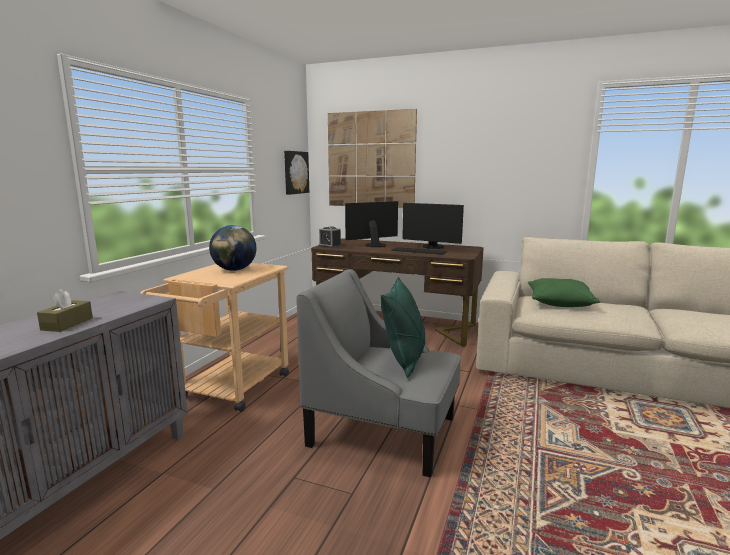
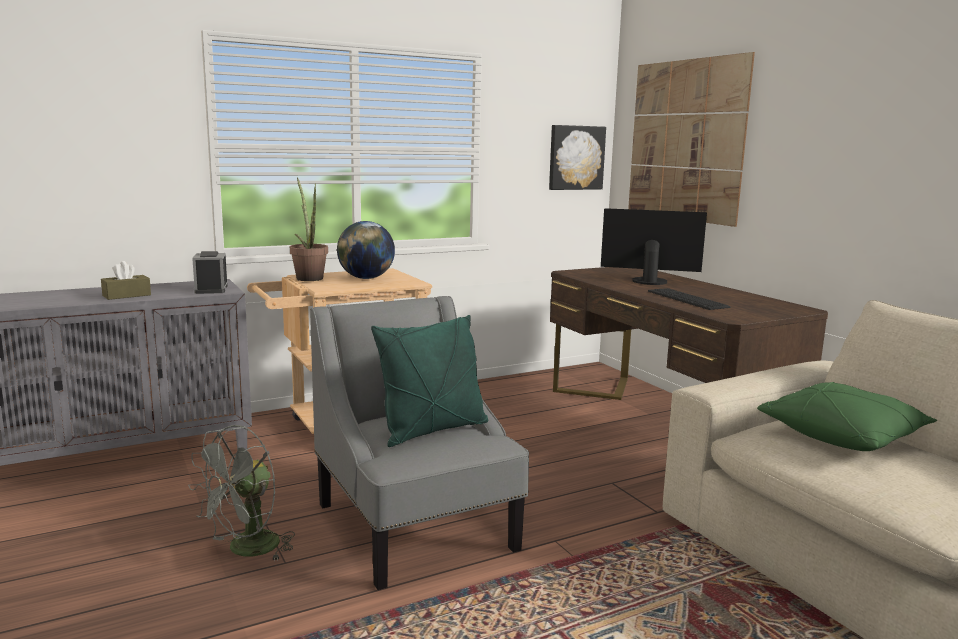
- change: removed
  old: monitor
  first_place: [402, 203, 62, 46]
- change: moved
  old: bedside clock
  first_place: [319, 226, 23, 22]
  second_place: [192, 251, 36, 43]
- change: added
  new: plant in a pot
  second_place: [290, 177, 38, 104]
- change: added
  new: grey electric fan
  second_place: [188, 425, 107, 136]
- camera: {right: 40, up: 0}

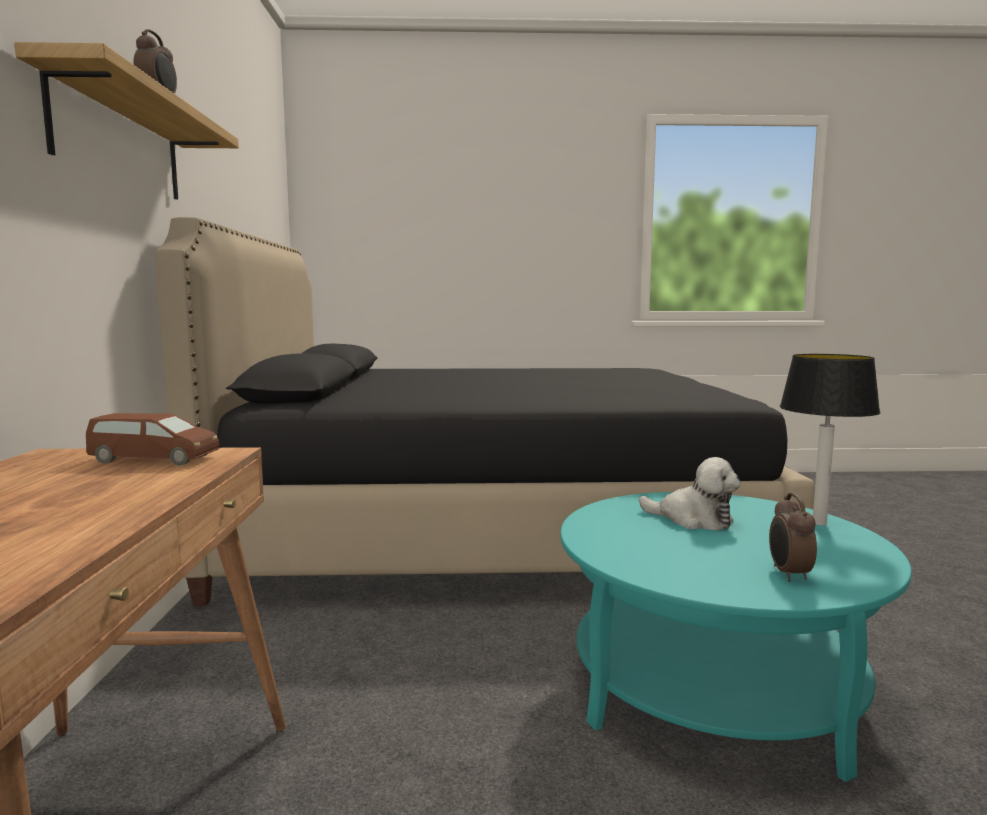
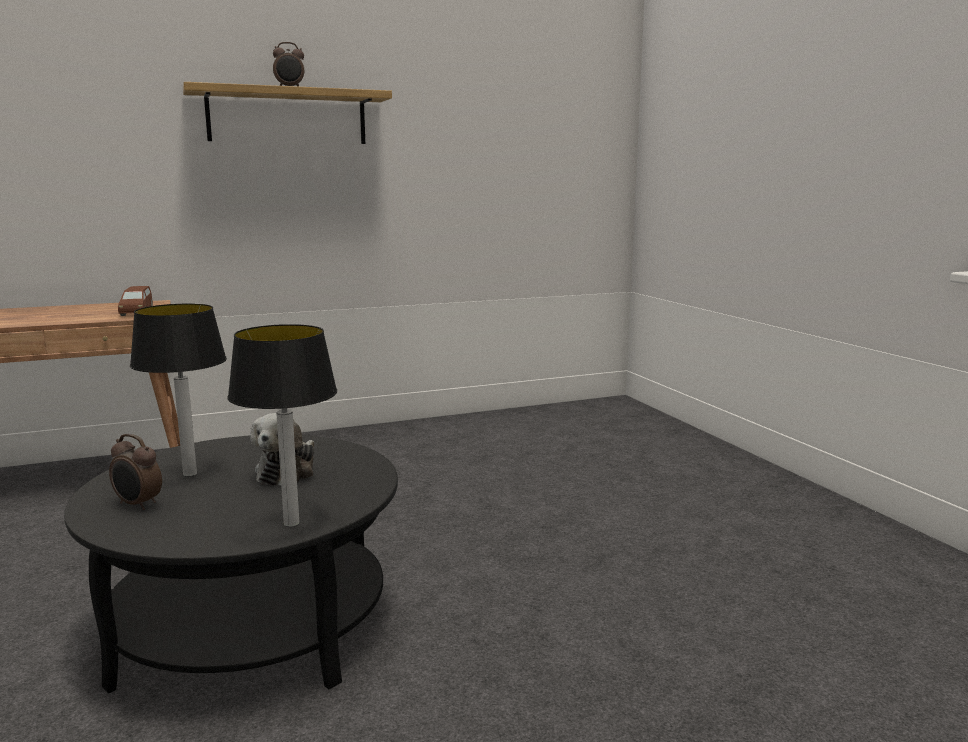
- change: removed
  old: blackish sleeping bed
  first_place: [155, 217, 660, 390]
- change: recoloured
  old: turquoise lounge table
  new: blackish lounge table
  first_place: [560, 492, 352, 290]
  second_place: [64, 435, 334, 258]
- change: turned
  old: bedside clock
  first_place: [769, 493, 48, 89]
  second_place: [109, 434, 53, 76]
  degrees: -135
- change: added
  new: table lamp
  second_place: [130, 304, 97, 172]
- camera: {right: 70, up: 5}

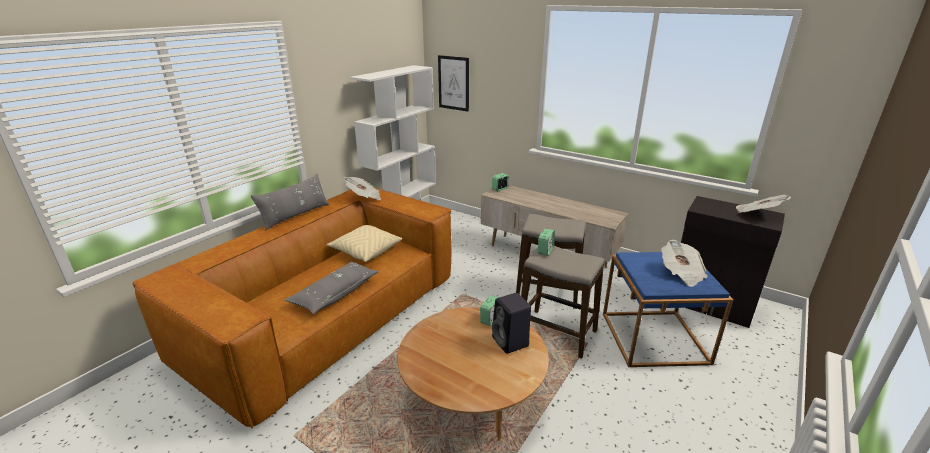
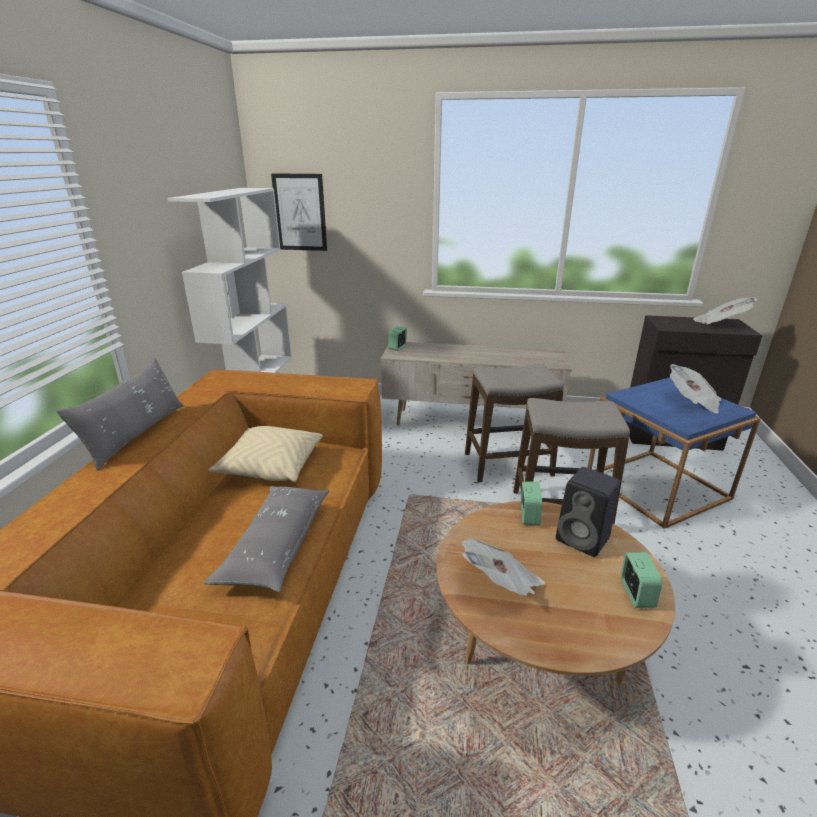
- change: moved
  old: daily paper
  first_place: [344, 177, 37, 23]
  second_place: [462, 538, 83, 59]
- change: moved
  old: bedside clock
  first_place: [538, 229, 17, 26]
  second_place: [621, 552, 41, 56]
- camera: {right: -25, up: 0}

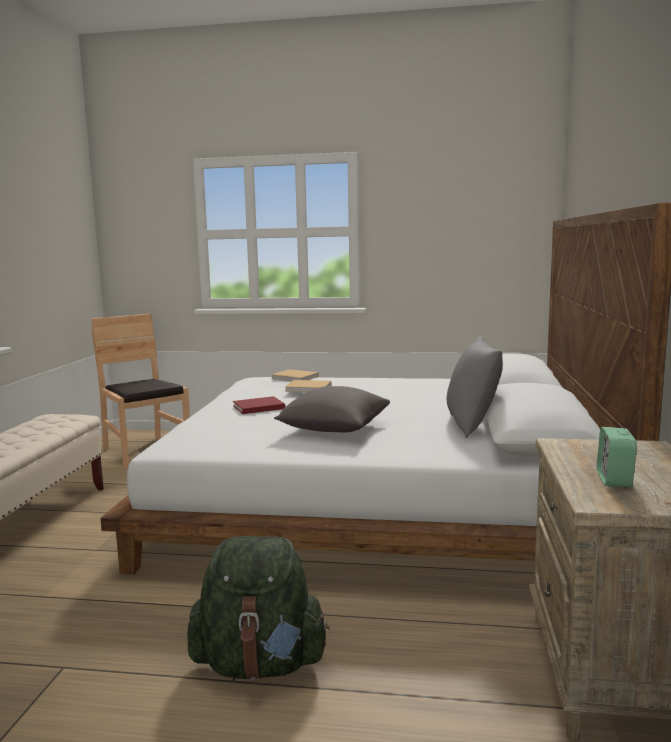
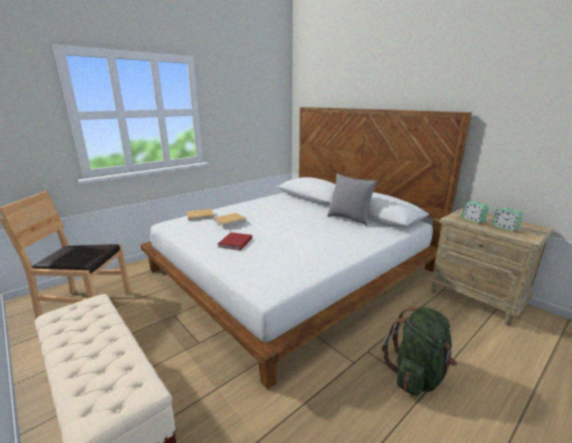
- change: removed
  old: grey pillow
  first_place: [274, 386, 116, 46]
- change: added
  new: bedside clock
  second_place: [462, 201, 27, 22]
- camera: {right: -50, up: 10}

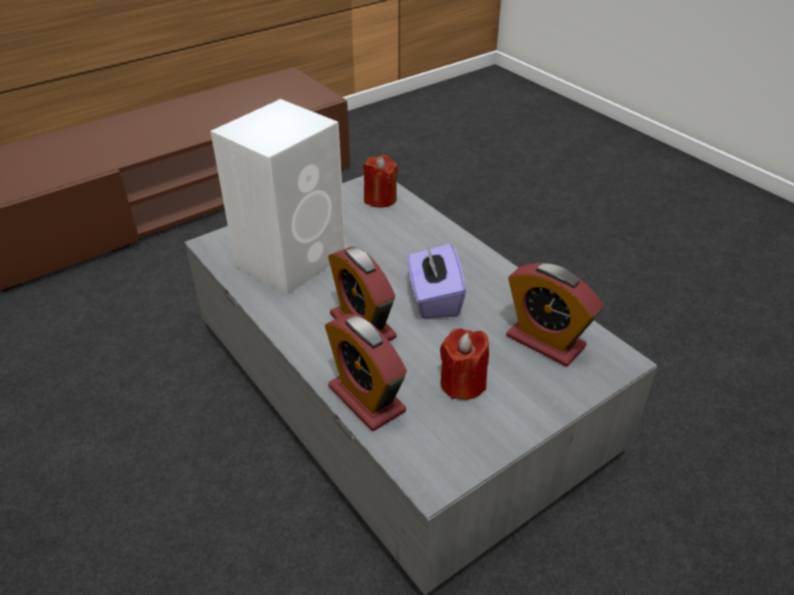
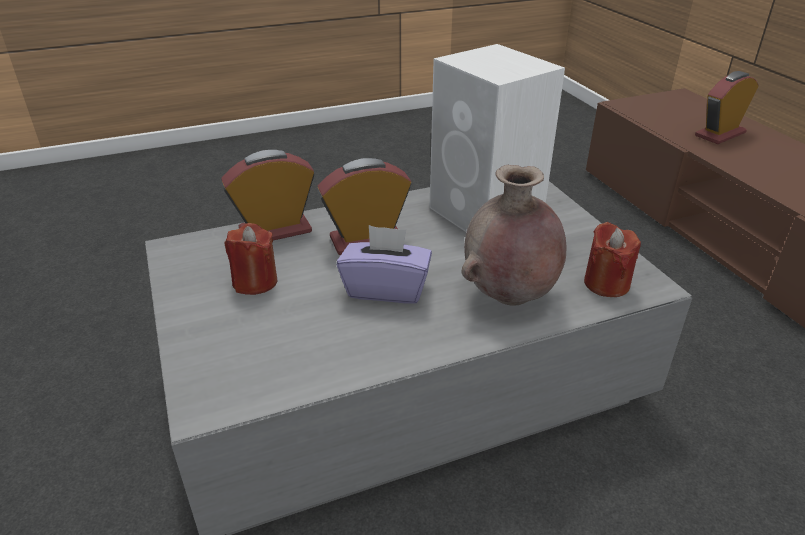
- change: moved
  old: bedside clock
  first_place: [506, 263, 97, 104]
  second_place: [695, 71, 64, 73]
- change: added
  new: brown-coloured vase
  second_place: [462, 164, 105, 142]
- camera: {right: 105, up: -5}

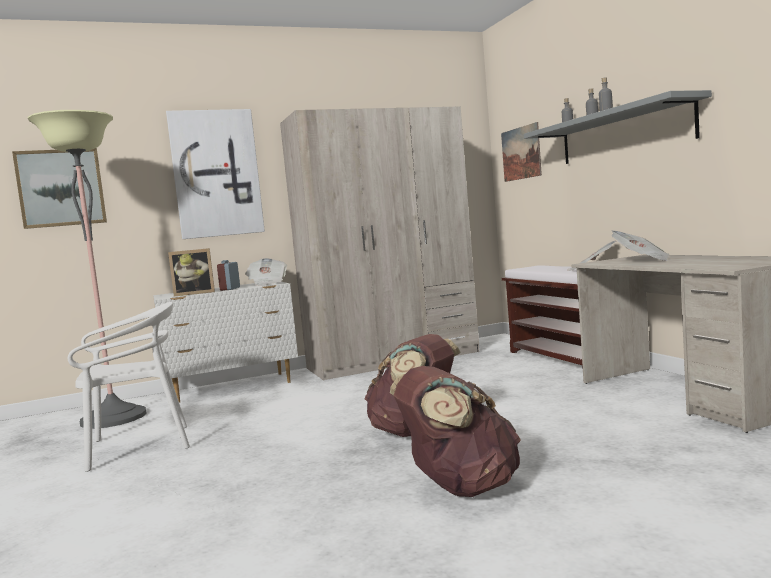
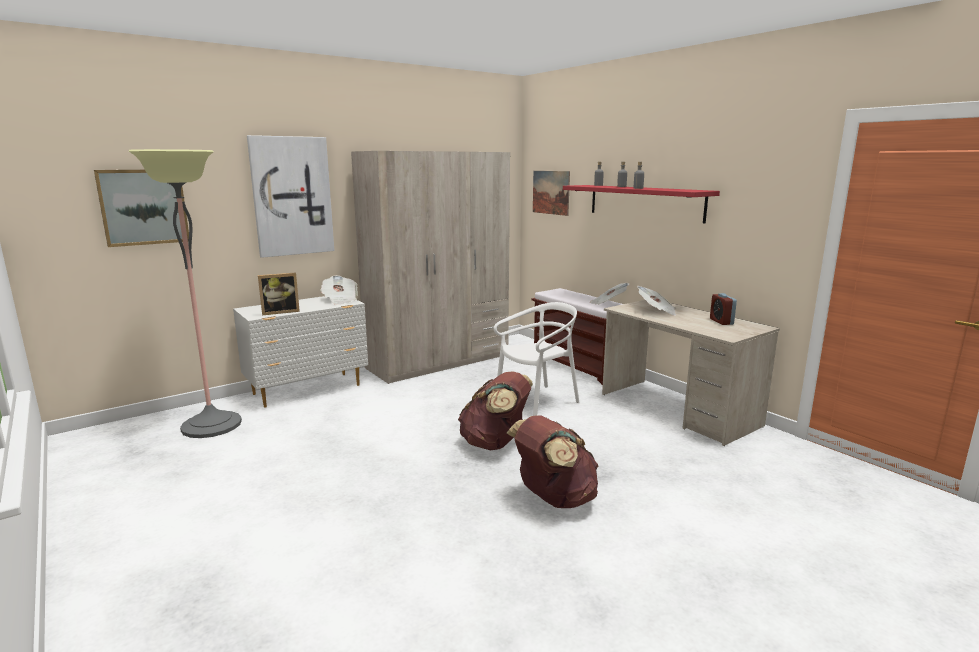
- change: recoloured
  old: grey shelf
  new: red shelf
  first_place: [524, 90, 188, 74]
  second_place: [563, 185, 157, 38]
- change: moved
  old: bedside clock
  first_place: [217, 260, 23, 31]
  second_place: [710, 293, 27, 32]
- change: moved
  old: whitish plain chair
  first_place: [68, 302, 122, 170]
  second_place: [494, 302, 85, 114]
- camera: {right: -15, up: 10}

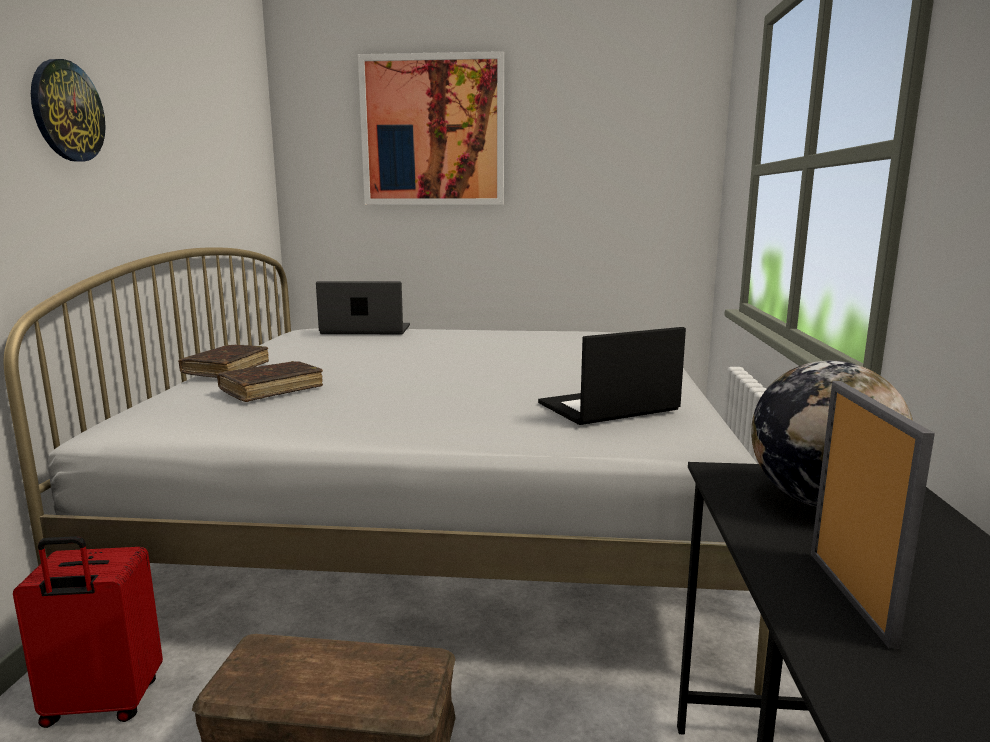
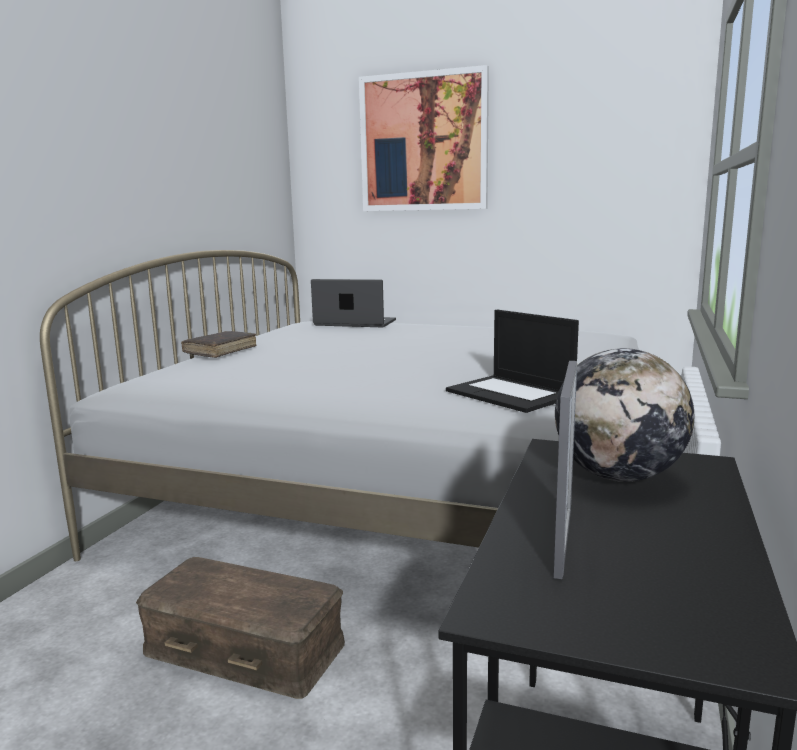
- change: removed
  old: hanging clock
  first_place: [31, 59, 75, 103]
- change: turned
  old: laptop
  first_place: [538, 327, 148, 98]
  second_place: [446, 310, 133, 103]
  degrees: -120
- change: removed
  old: brown-coloured volume
  first_place: [217, 361, 106, 41]
- change: removed
  old: red piece of luggage
  first_place: [13, 536, 150, 192]
- camera: {right: 15, up: 0}

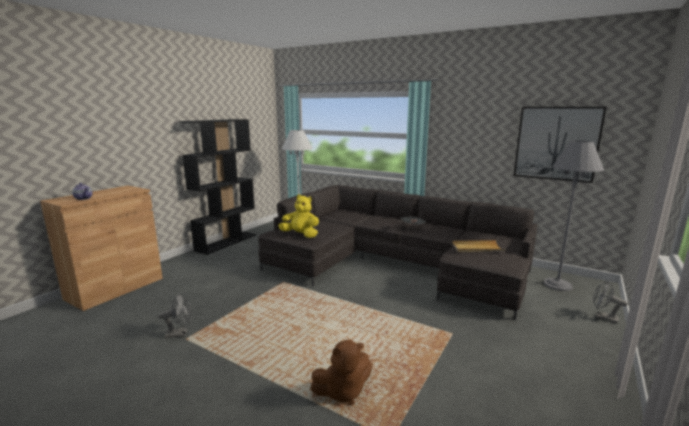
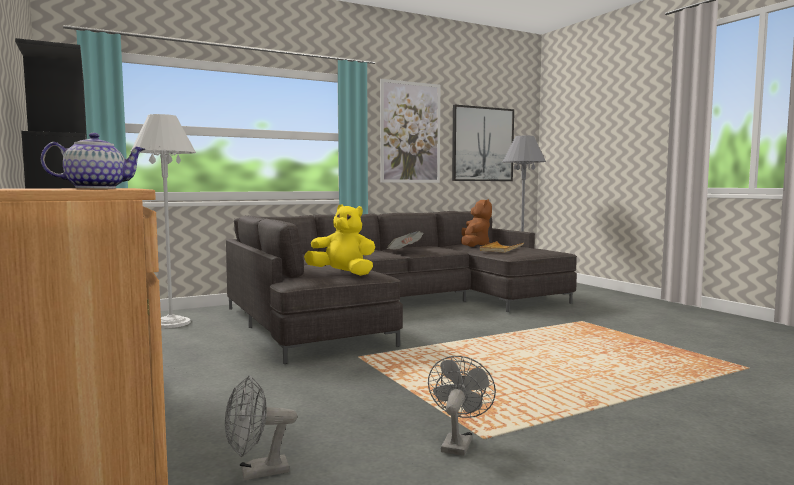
- change: turned
  old: yellow cuddly toy
  first_place: [278, 194, 41, 44]
  second_place: [304, 204, 71, 72]
  degrees: 60
- change: moved
  old: grey electric fan
  first_place: [593, 281, 35, 43]
  second_place: [225, 375, 72, 105]
- change: moved
  old: brown-coloured cuddly toy
  first_place: [310, 340, 62, 65]
  second_place: [461, 199, 31, 48]
- change: added
  new: wall art
  second_place: [380, 79, 60, 104]
- camera: {right: -60, up: -10}

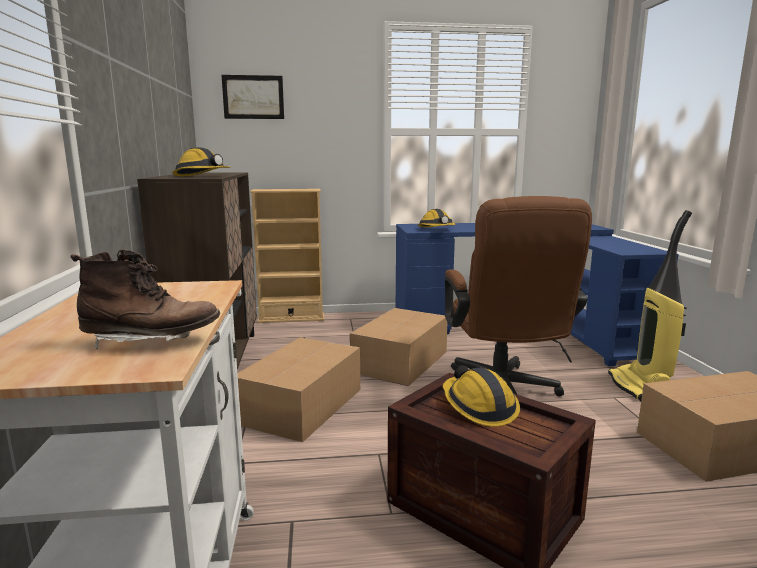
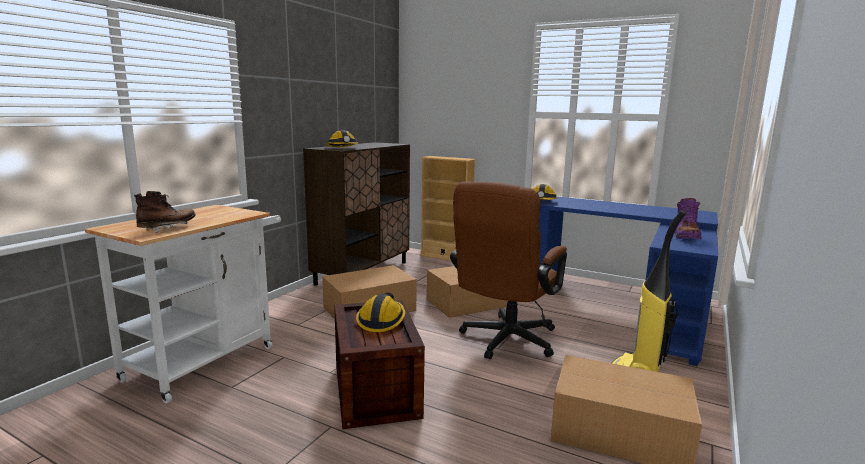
- change: removed
  old: wall art
  first_place: [222, 75, 62, 44]
- change: turned
  old: brown-coloured tall boot
  first_place: [71, 249, 149, 101]
  second_place: [134, 191, 61, 42]
  degrees: -90
- change: added
  new: purple tall boot
  second_place: [675, 198, 26, 42]
- camera: {right: 35, up: 0}

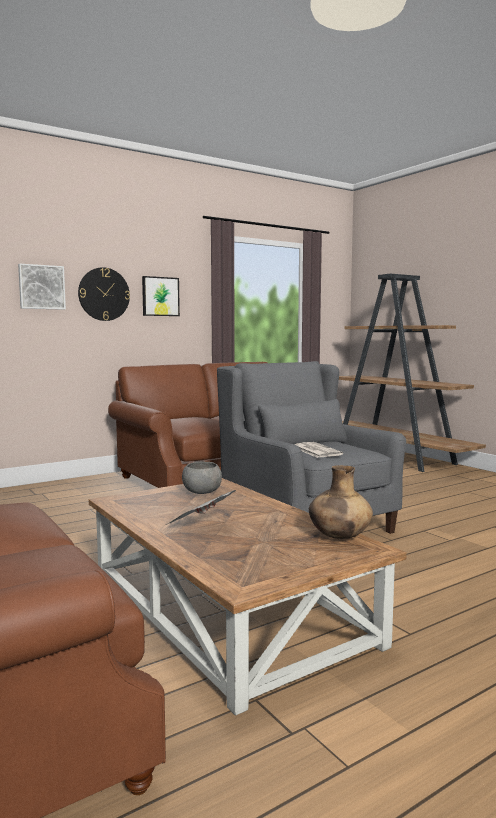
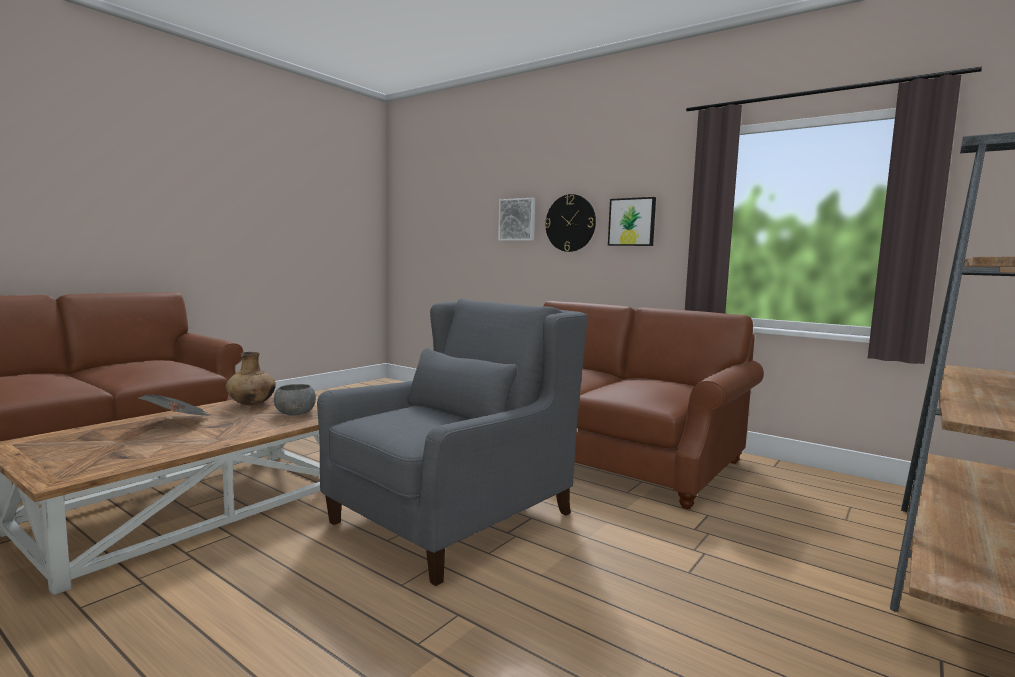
- change: removed
  old: daily paper
  first_place: [295, 442, 48, 16]
- change: moved
  old: brown-coloured vase
  first_place: [309, 465, 64, 74]
  second_place: [226, 352, 50, 53]
- camera: {right: 70, up: 0}

